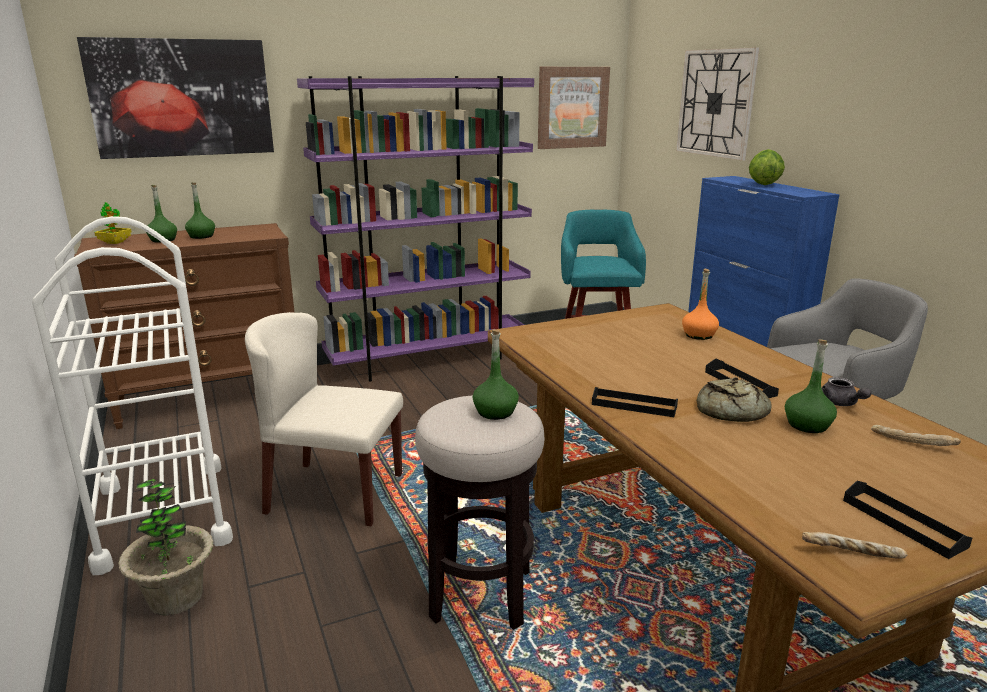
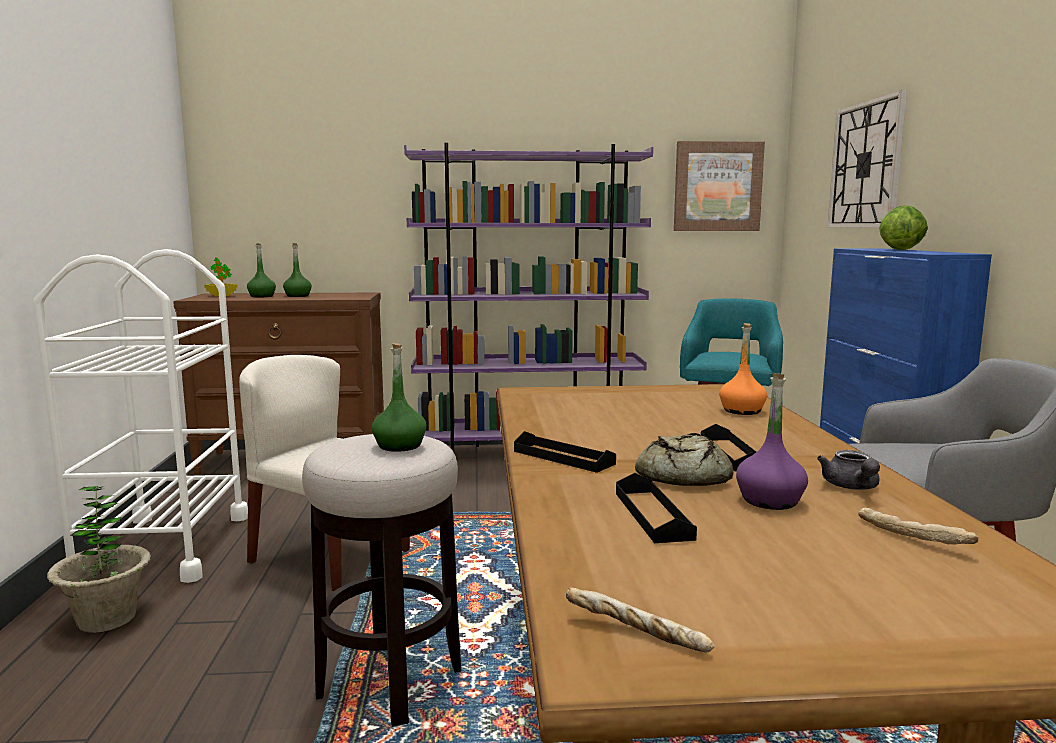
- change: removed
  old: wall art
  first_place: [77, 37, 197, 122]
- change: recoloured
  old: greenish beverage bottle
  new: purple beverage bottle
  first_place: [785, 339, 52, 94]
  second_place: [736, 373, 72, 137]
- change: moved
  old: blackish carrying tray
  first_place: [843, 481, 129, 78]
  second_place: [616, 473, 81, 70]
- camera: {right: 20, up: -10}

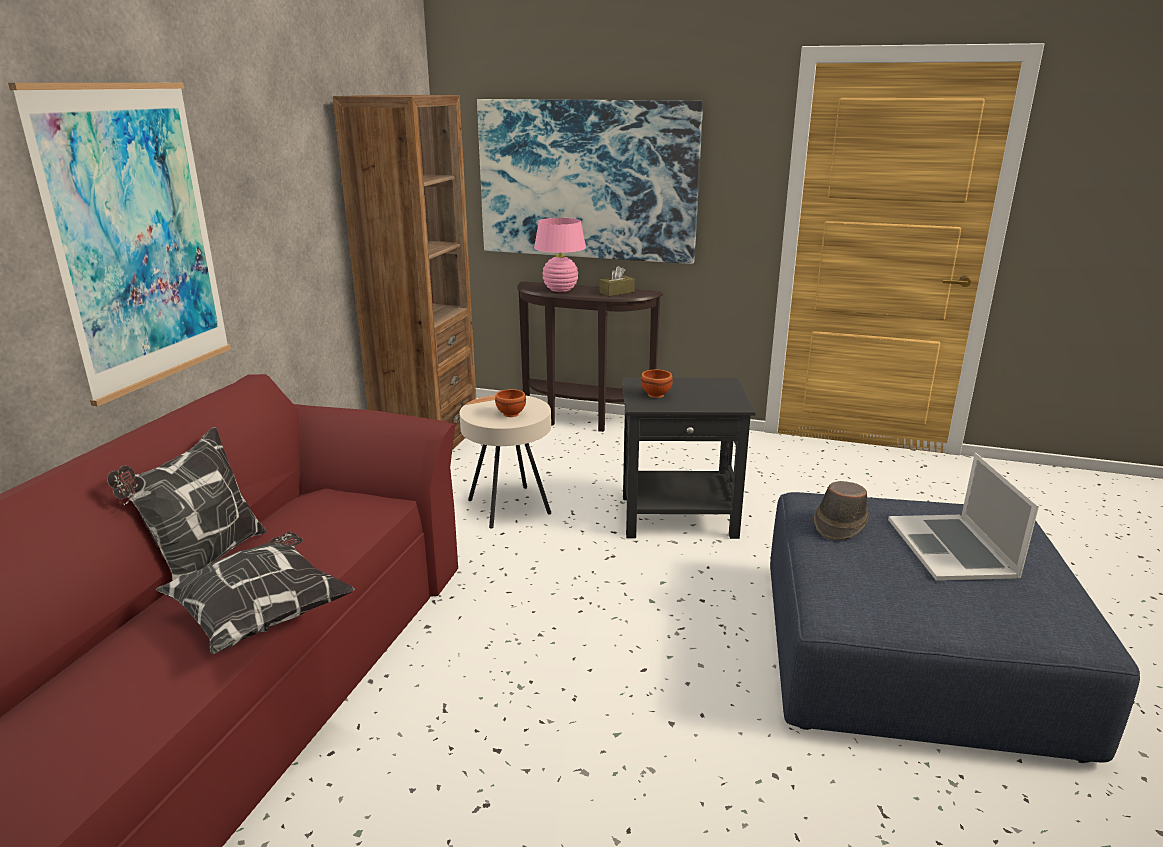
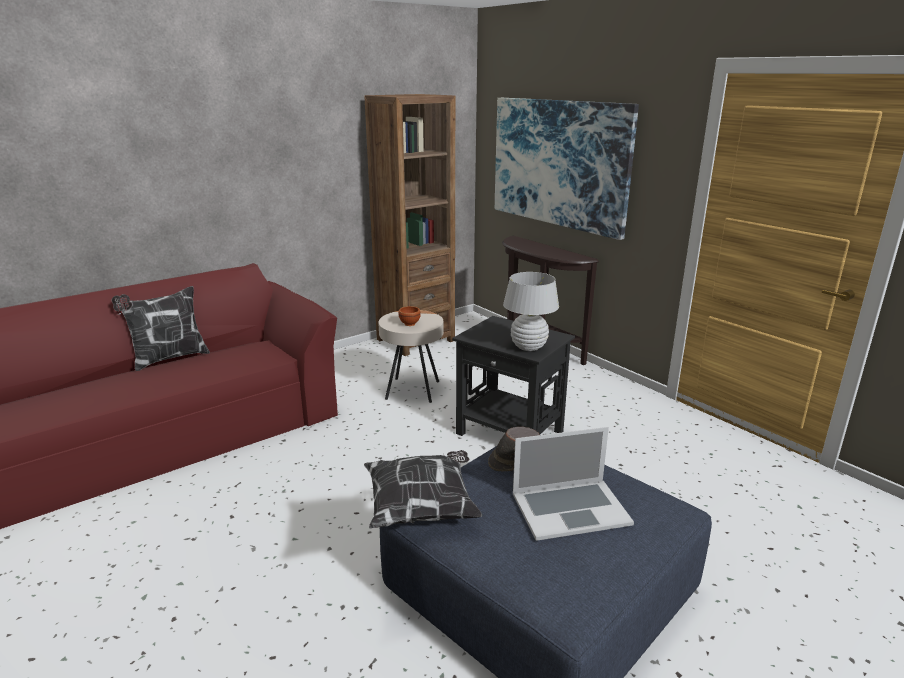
- change: removed
  old: wall art
  first_place: [8, 83, 223, 324]
- change: removed
  old: pinkish table lamp
  first_place: [534, 218, 52, 74]
- change: removed
  old: brown-coloured tissue box
  first_place: [599, 266, 36, 30]
- change: removed
  old: brown-coloured bowl
  first_place: [641, 370, 32, 28]
- change: turned
  old: laptop
  first_place: [888, 453, 151, 128]
  second_place: [513, 427, 121, 114]
  degrees: -135
- change: moved
  old: pillow
  first_place: [156, 532, 199, 122]
  second_place: [364, 450, 118, 79]
- change: added
  new: whitish table lamp
  second_place: [503, 272, 56, 79]
- camera: {right: 35, up: 0}

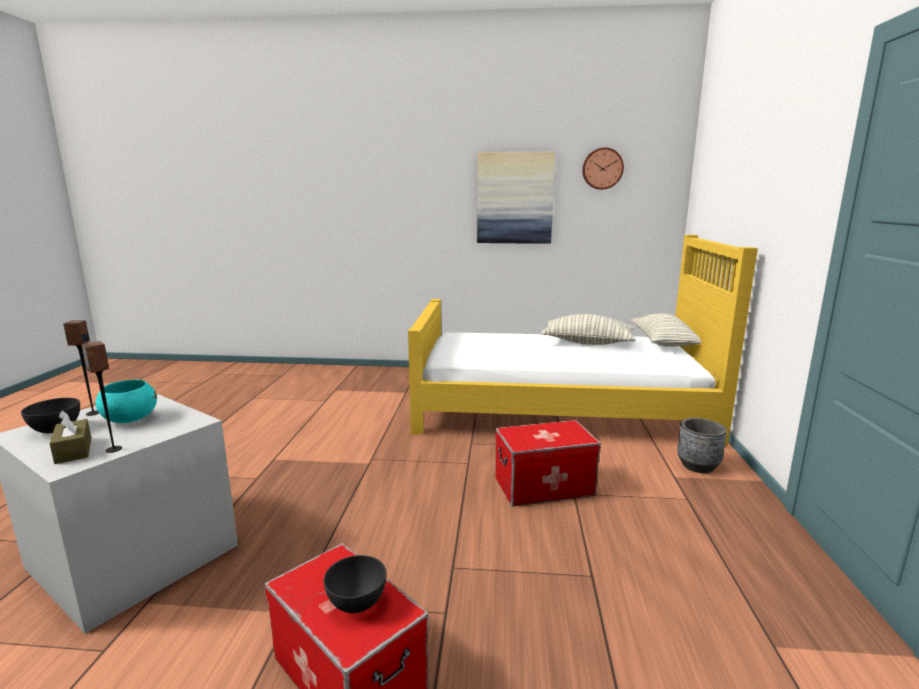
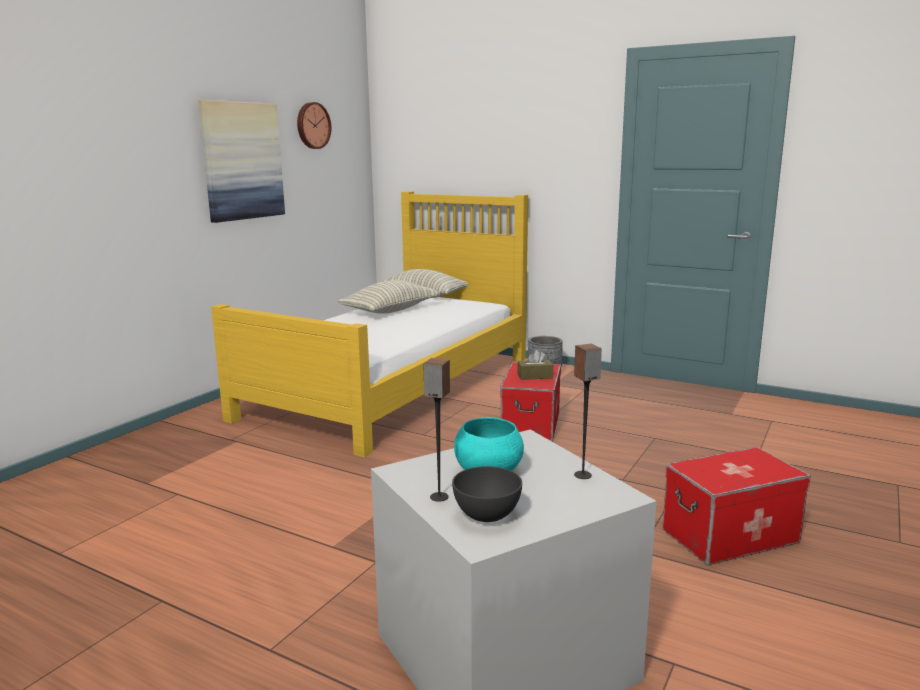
- change: moved
  old: brown-coloured tissue box
  first_place: [50, 411, 41, 53]
  second_place: [517, 350, 36, 30]
- change: removed
  old: grey bowl
  first_place: [324, 555, 62, 58]
- camera: {right: -65, up: 0}

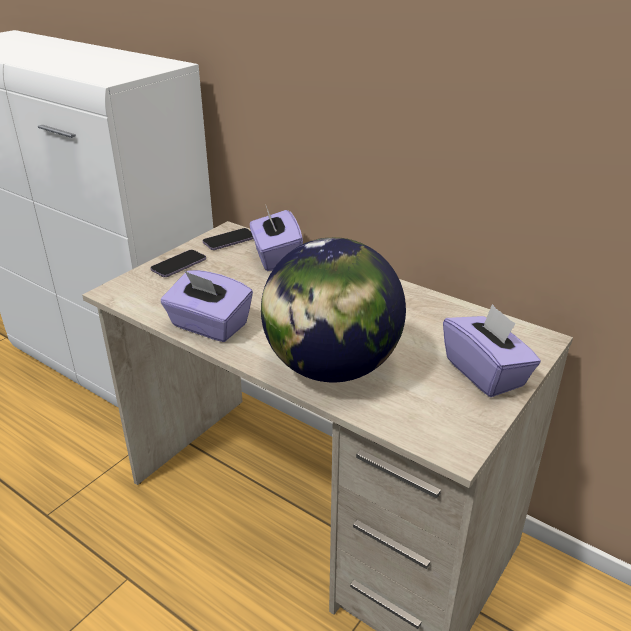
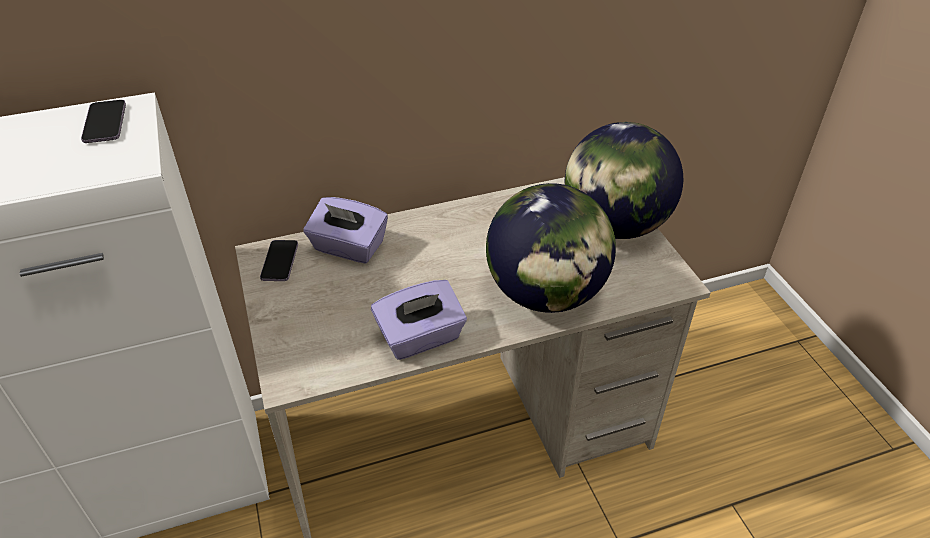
- change: moved
  old: telephone
  first_place: [150, 250, 56, 27]
  second_place: [81, 100, 45, 43]
- change: replaced
  old: purple tissue box
  new: desk globe
  first_place: [443, 304, 98, 93]
  second_place: [565, 122, 118, 117]
- camera: {right: -55, up: 10}

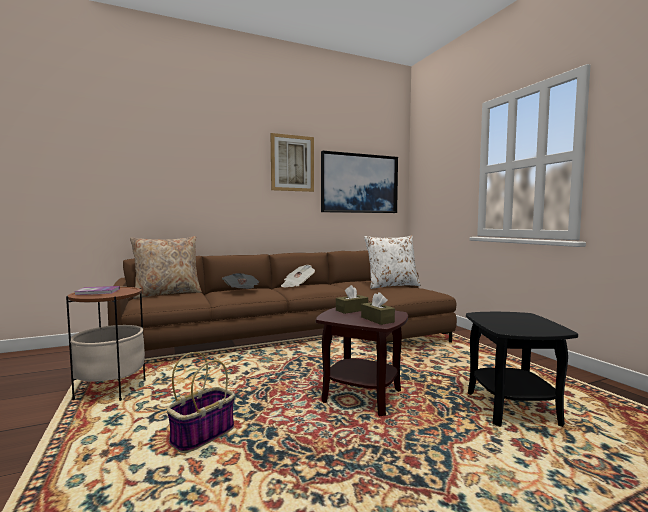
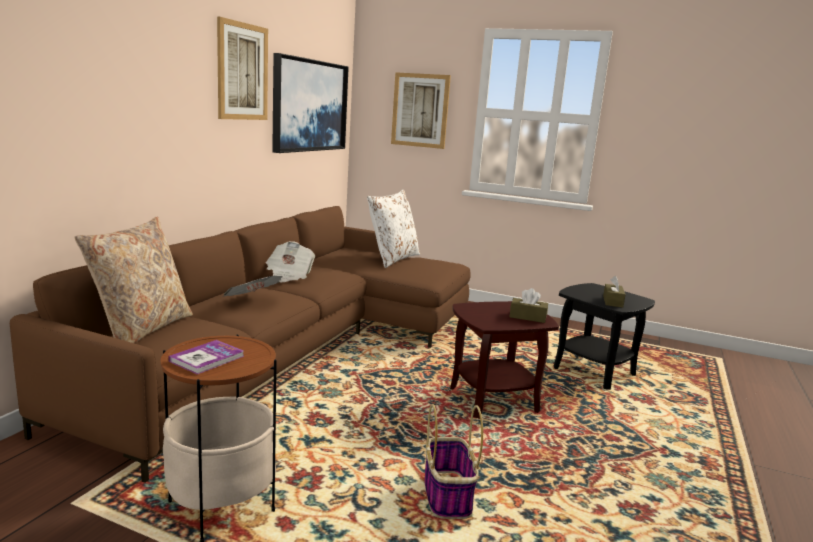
- change: moved
  old: brown-coloured tissue box
  first_place: [336, 285, 32, 29]
  second_place: [603, 276, 23, 32]
- change: added
  new: wall art
  second_place: [391, 72, 60, 77]
- camera: {right: -45, up: 10}

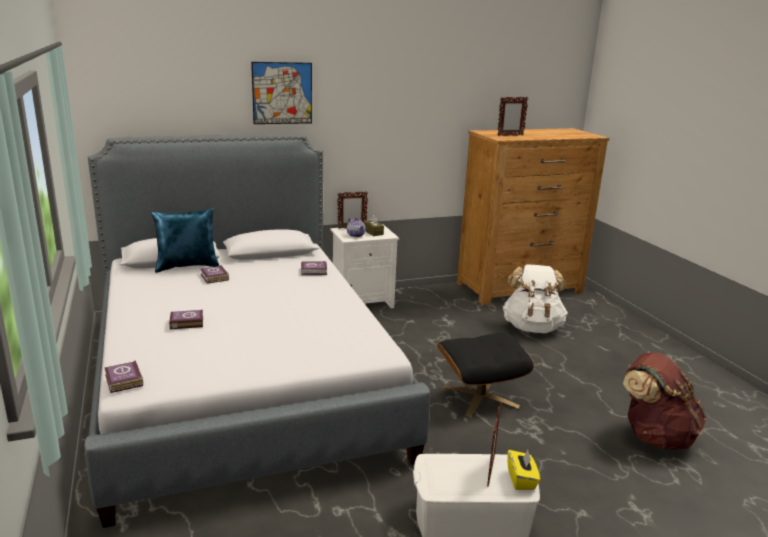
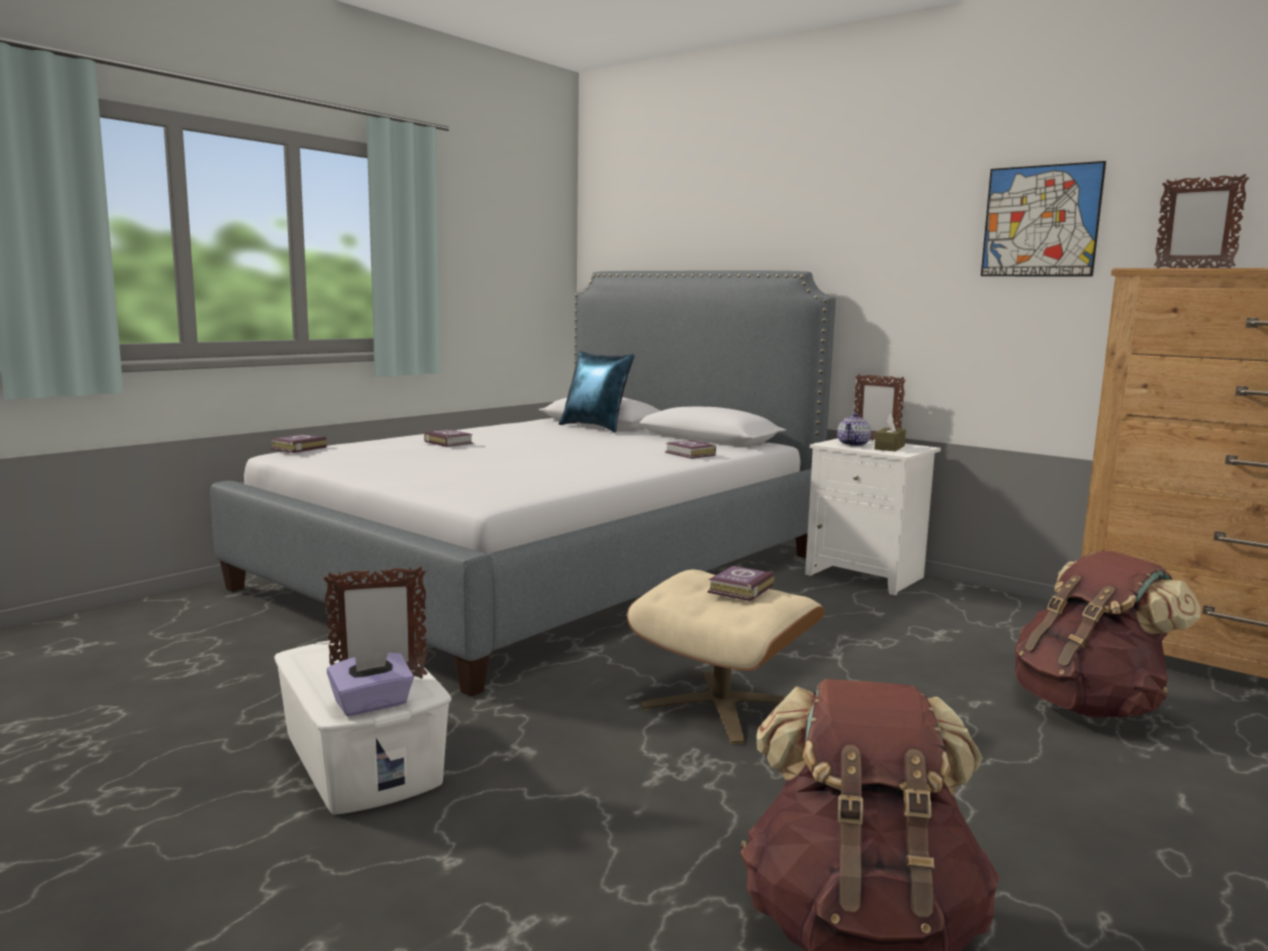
- change: moved
  old: wall art
  first_place: [251, 62, 61, 62]
  second_place: [981, 161, 125, 116]
- change: recoloured
  old: whitish backpack
  new: brown-coloured backpack
  first_place: [502, 264, 66, 69]
  second_place: [1015, 551, 186, 167]
- change: moved
  old: volume
  first_place: [200, 265, 29, 19]
  second_place: [708, 566, 66, 35]
- change: recoloured
  old: blackish pouffe
  new: beige-coloured pouffe
  first_place: [437, 332, 97, 86]
  second_place: [627, 570, 198, 174]
- change: recoloured
  old: yellow tissue box
  new: purple tissue box
  first_place: [507, 450, 33, 40]
  second_place: [327, 650, 87, 67]
- camera: {right: 60, up: -10}

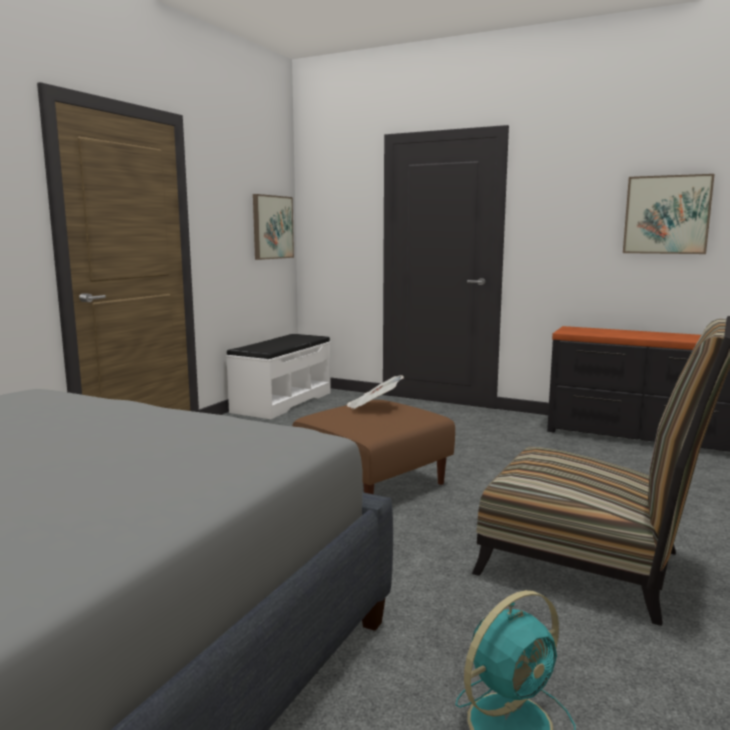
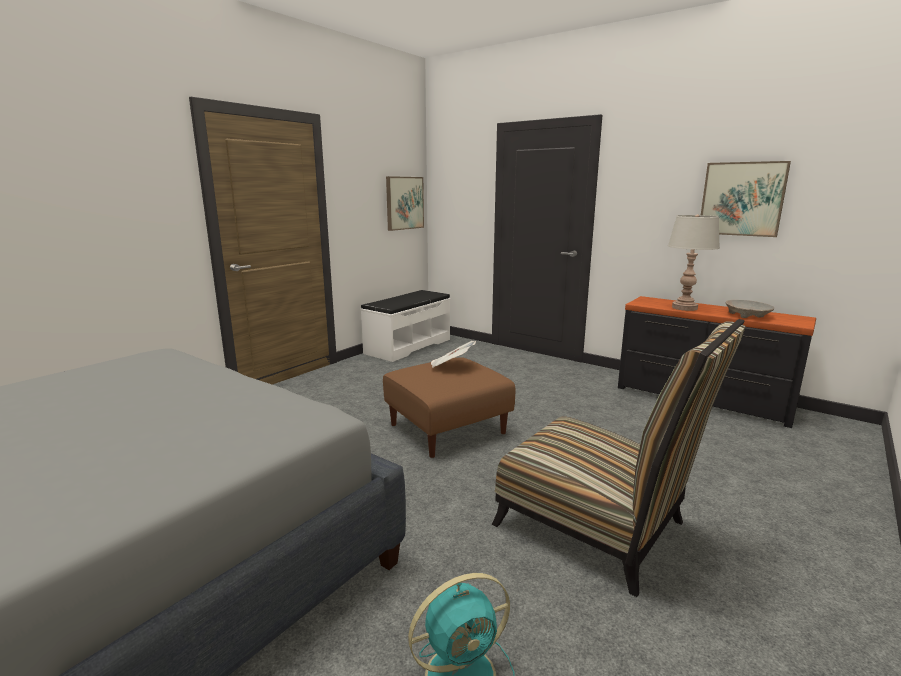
- change: added
  new: grey table lamp
  second_place: [668, 215, 52, 96]
- change: added
  new: beige-coloured bowl
  second_place: [726, 300, 48, 18]
- camera: {right: 10, up: 5}

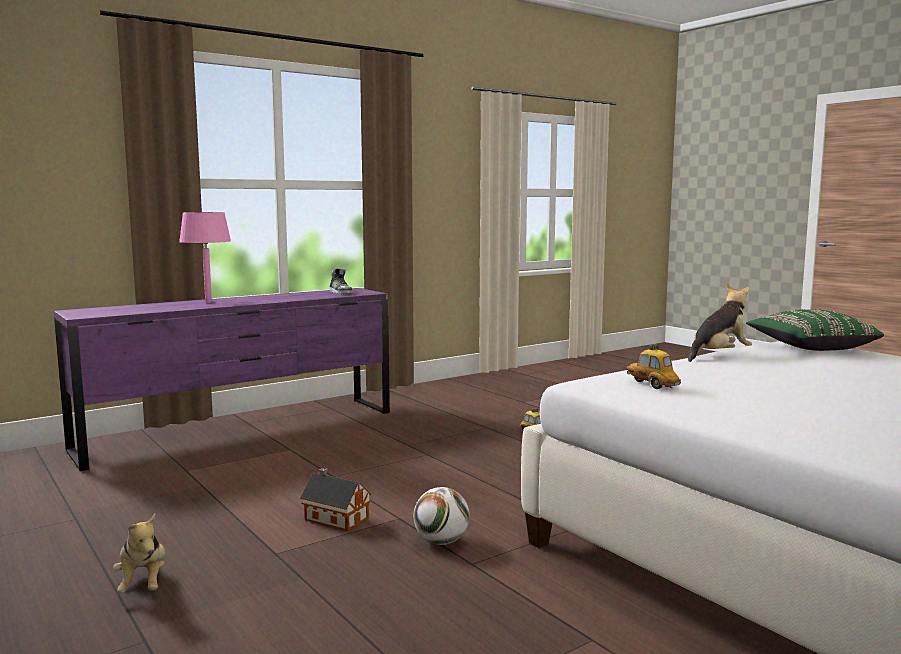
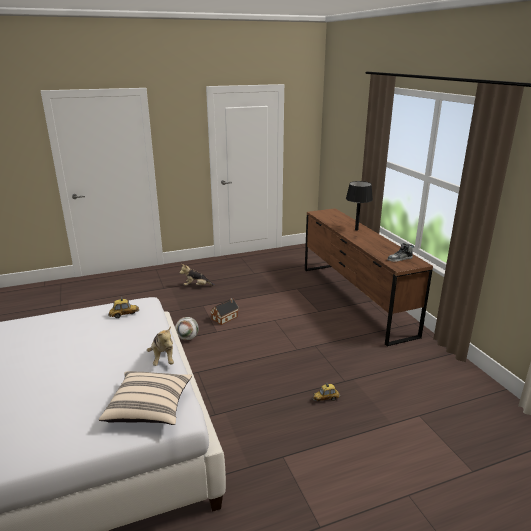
- change: recoloured
  old: pinkish table lamp
  new: blackish table lamp
  first_place: [179, 212, 52, 91]
  second_place: [346, 181, 27, 50]
- change: recoloured
  old: purple chest of drawers
  new: brown-coloured chest of drawers
  first_place: [54, 288, 336, 183]
  second_place: [305, 208, 128, 139]
- change: recoloured
  old: greenish pillow
  new: beige-coloured pillow
  first_place: [746, 309, 138, 42]
  second_place: [99, 371, 93, 54]
- camera: {right: 105, up: 15}

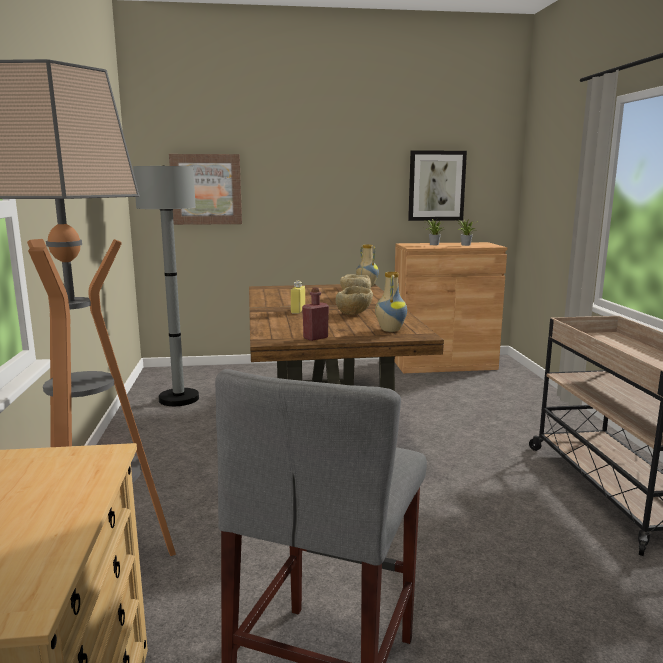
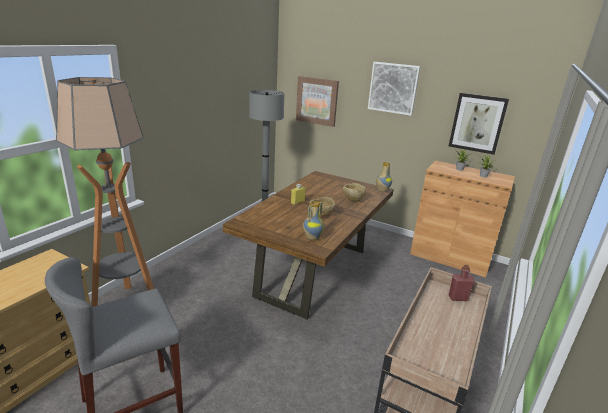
- change: moved
  old: red beverage bottle
  first_place: [302, 287, 27, 54]
  second_place: [449, 265, 25, 36]
- change: added
  new: wall art
  second_place: [368, 62, 53, 54]
- camera: {right: 35, up: 10}

